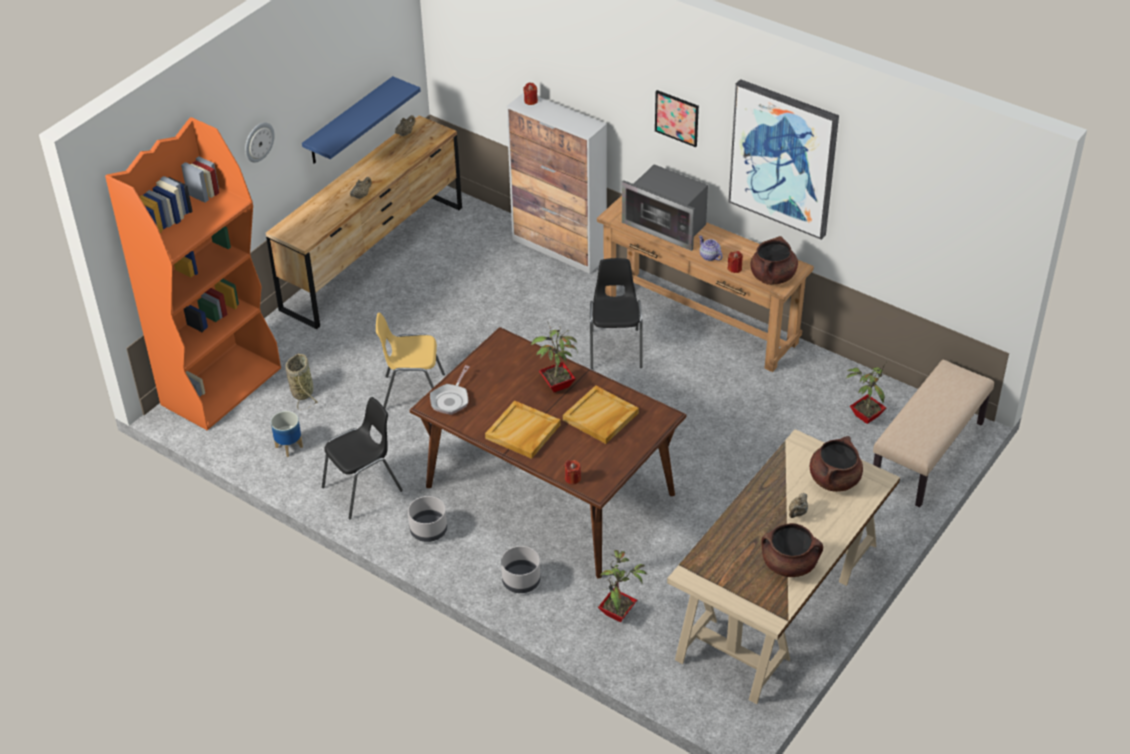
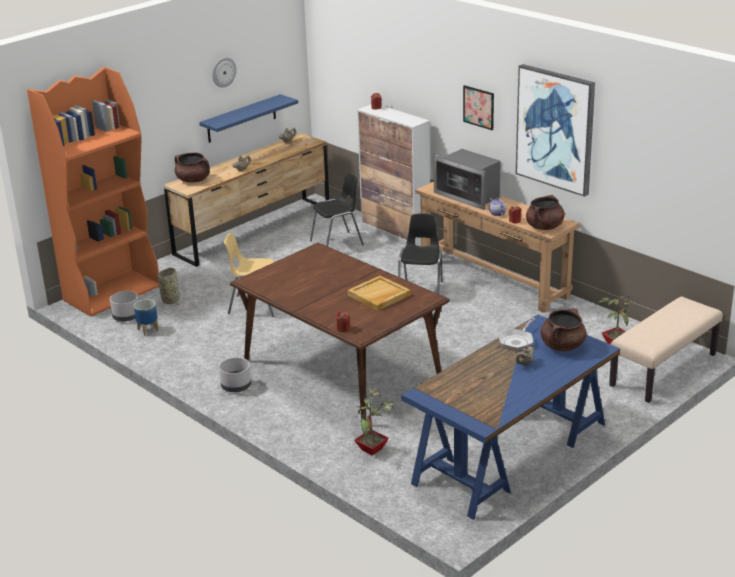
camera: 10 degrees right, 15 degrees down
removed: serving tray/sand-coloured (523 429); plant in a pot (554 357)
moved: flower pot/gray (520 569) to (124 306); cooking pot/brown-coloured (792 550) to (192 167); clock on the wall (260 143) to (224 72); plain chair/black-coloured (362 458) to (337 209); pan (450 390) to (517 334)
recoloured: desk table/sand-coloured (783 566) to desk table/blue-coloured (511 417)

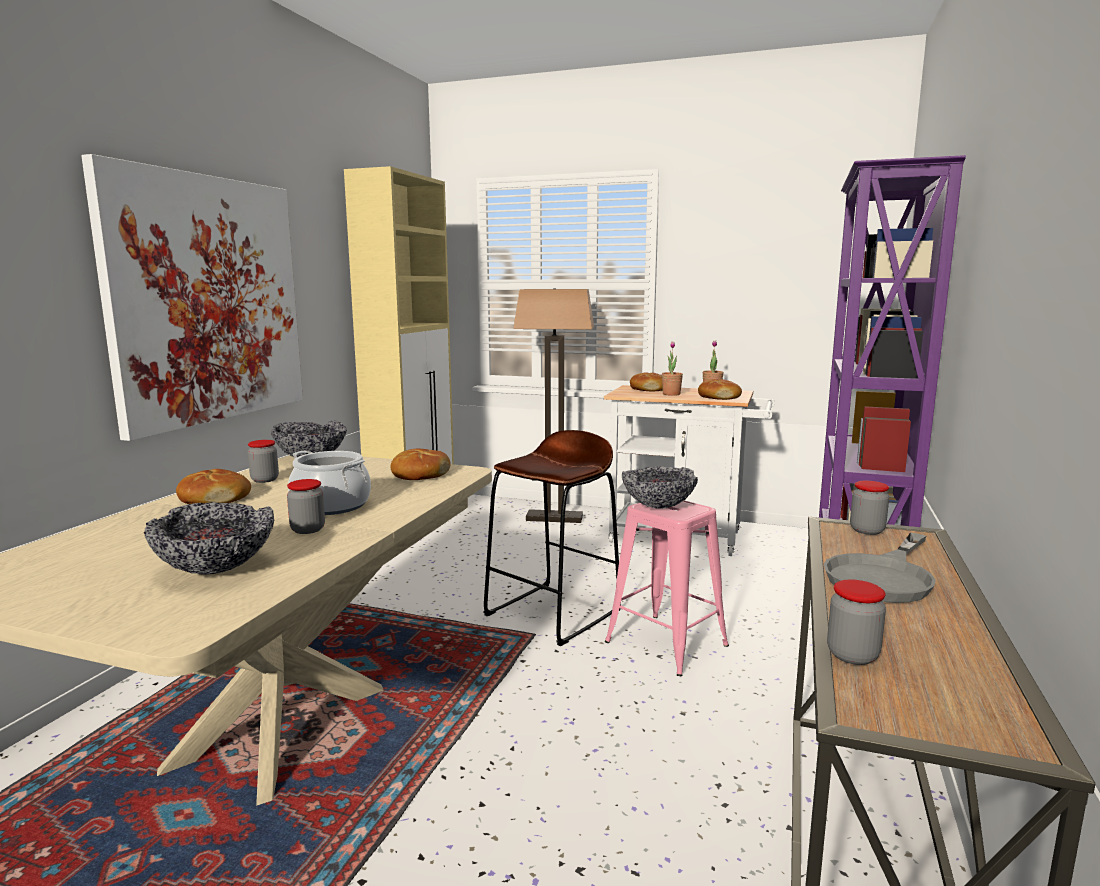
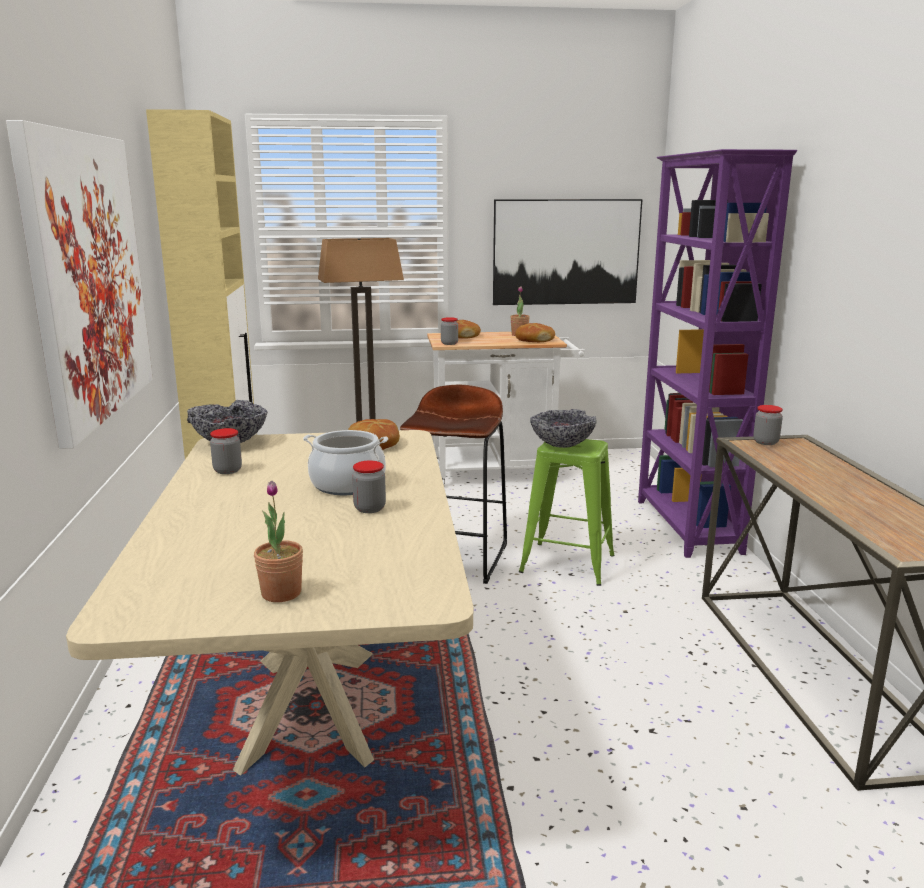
camera: 25 degrees left, 5 degrees up
removed: serving bowl (209 538); bread (213 486); pan/gray (880 568)
added: wall picture (567 252)
moved: plant in a pot (672 368) to (278 541); preserve jar (856 622) to (449 331)
recoloured: stool/pink-coloured (667 588) to stool/greenish (567 512)

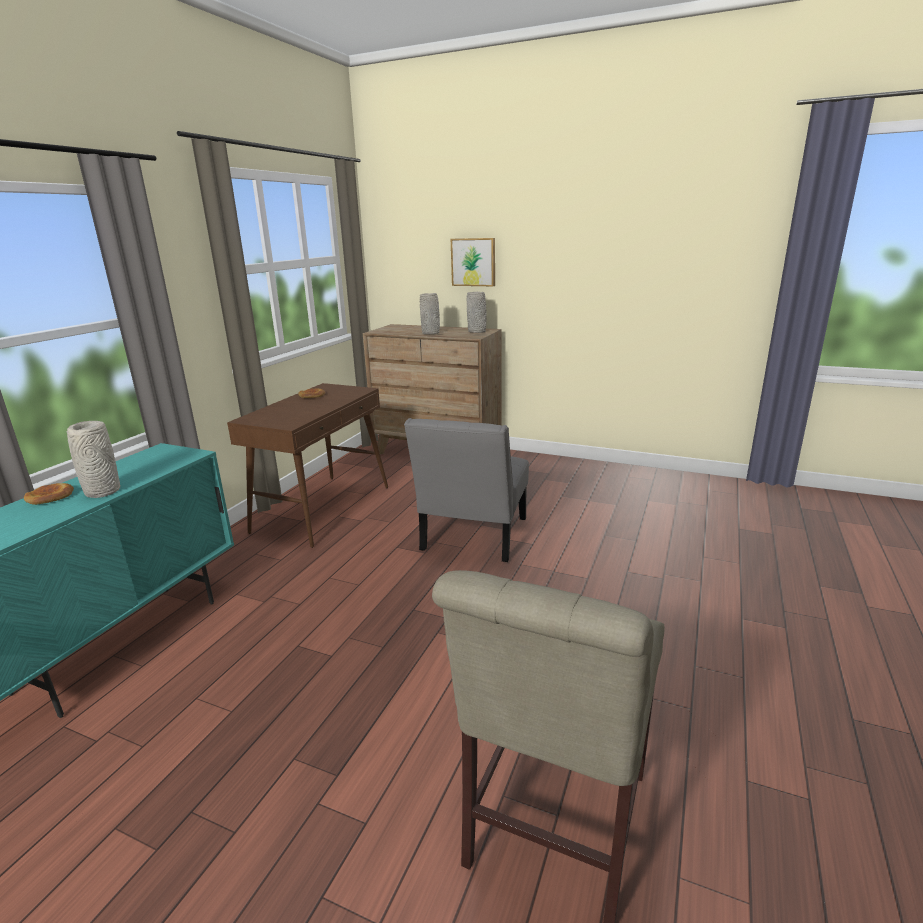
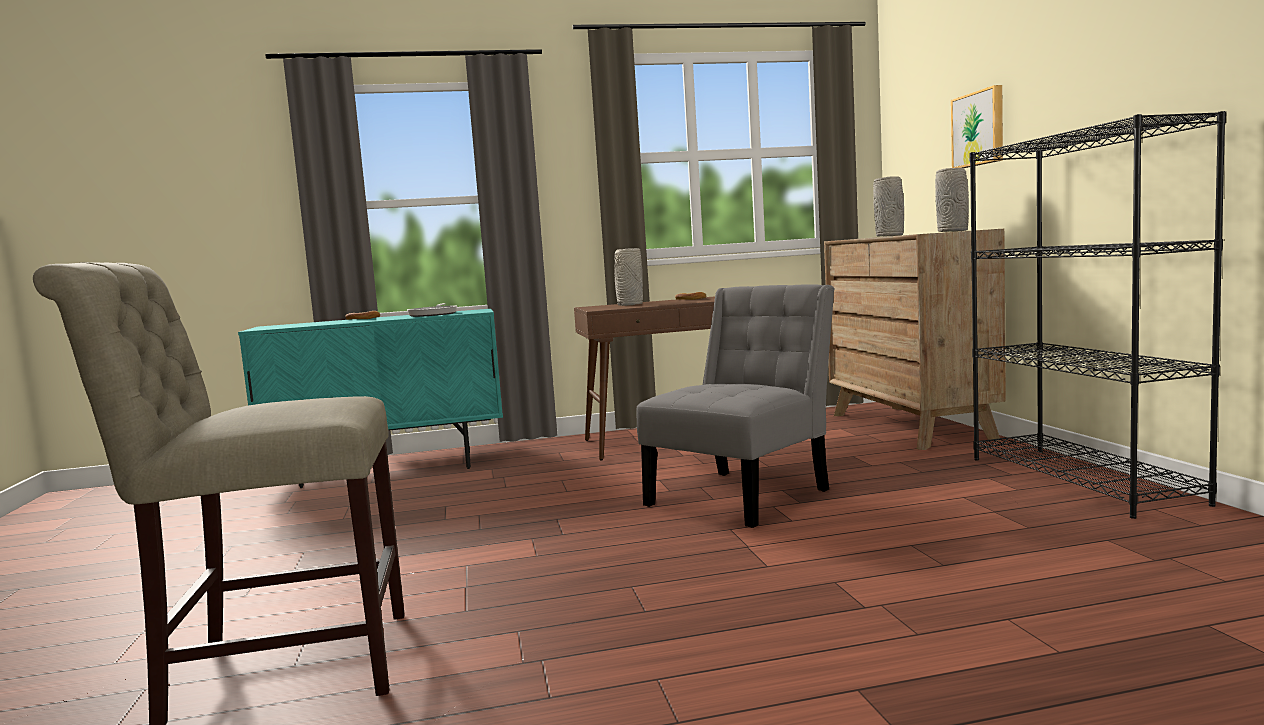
camera: 55 degrees right, 15 degrees down
added: pan (432 310); bookshelf/black-coloured (1097 315)
moved: flower vase/gray (93 459) to (628 277)
turned: plain chair/gray (466 490) = (736 406) 150 degrees clockwise

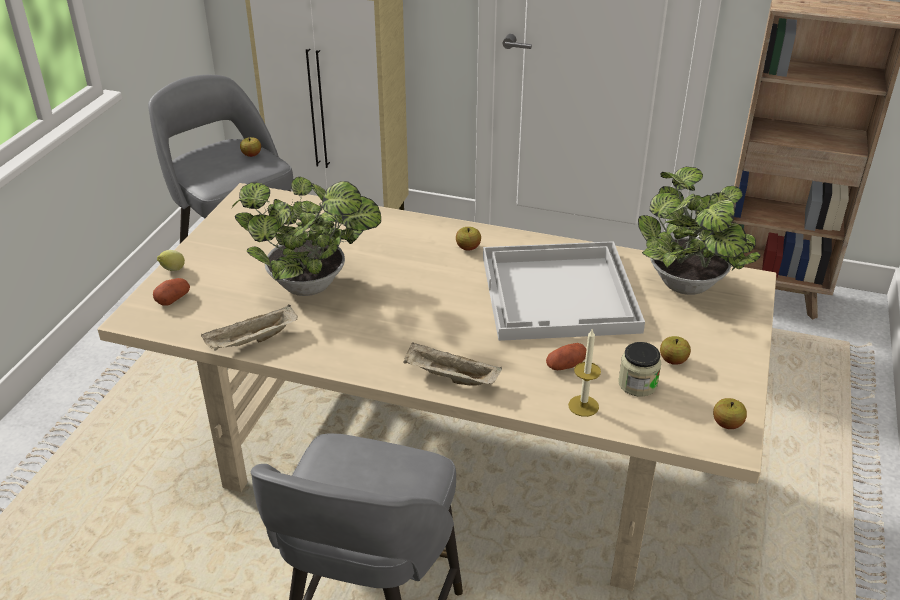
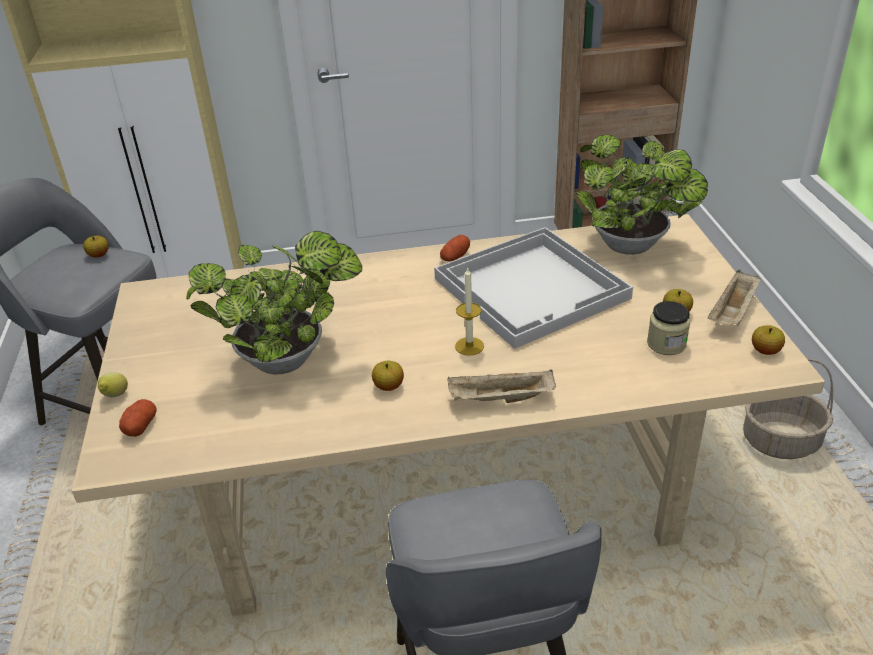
camera: 25 degrees left, 0 degrees up
added: storage basket (788 408)
moved: apple (468 239) to (388 376); whole potato (566 356) to (455 248); wax candle (584 373) to (469 312); serving tray/sand-coloured (249 328) to (734 298)

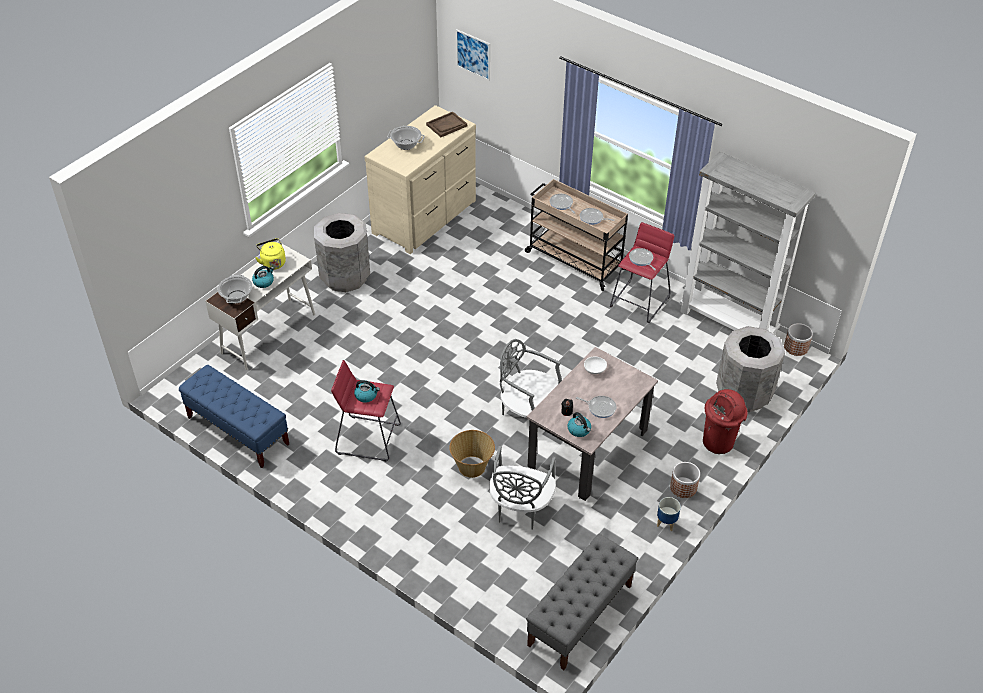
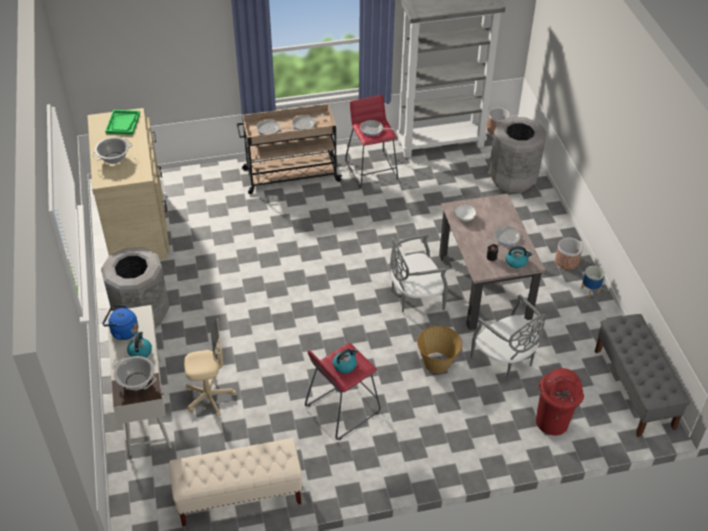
camera: 50 degrees left, 0 degrees up
removed: wall picture (473 55)
added: computer chair/sand-coloured (210 368)
moved: waste bin/red (725 421) to (560 402)
recoloured: kettle/yellowish (270 254) to kettle/blue-coloured (120 322); serving tray/brown-coloured (446 124) to serving tray/greenish (122 122); long seat/blue-coloured (234 416) to long seat/sand-coloured (236 482)

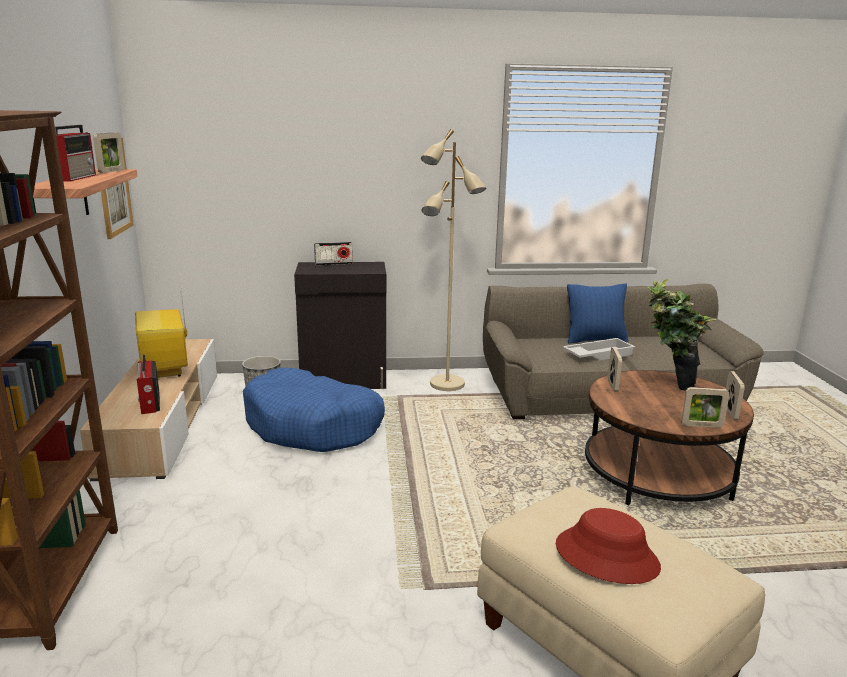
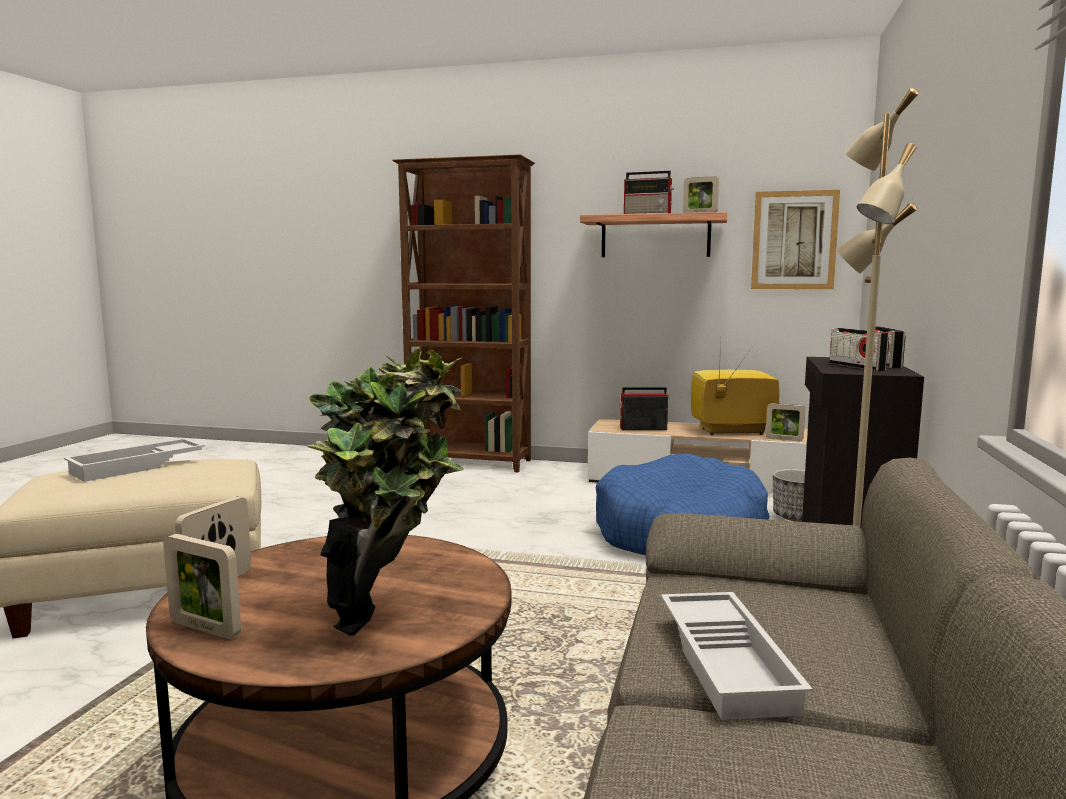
camera: 110 degrees right, 10 degrees down
removed: throw pillow/blue-coloured (598 313)
added: radio (859 349)
moved: picture frame (615 369) to (785 422)
replaced: wearable hat/red (608 546) to serving tray/whitish (134 460)

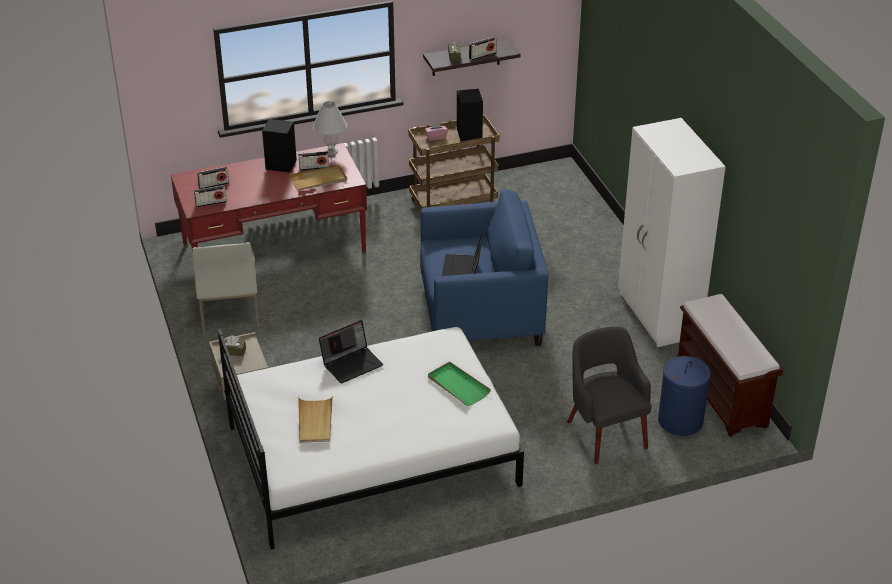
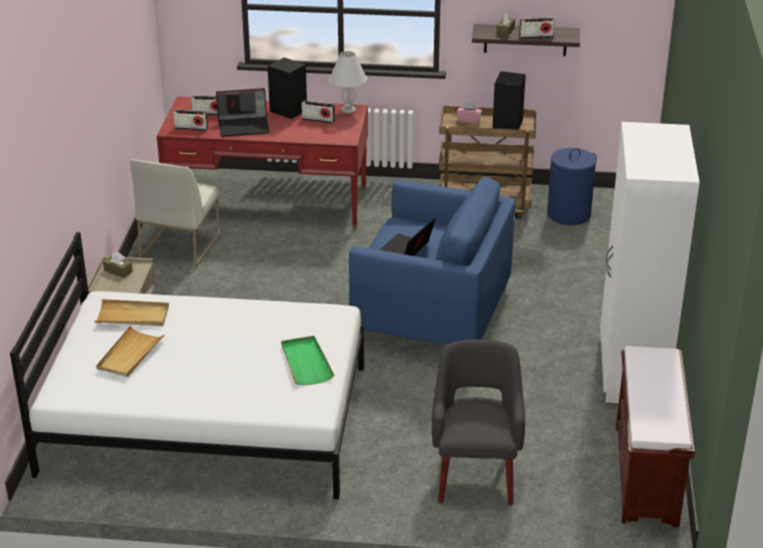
camera: 25 degrees right, 5 degrees down
moved: serving tray/sand-coloured (318 178) to (131 312); notebook computer (351 352) to (243 112); hamper/blue-coloured (684 396) to (572 186)

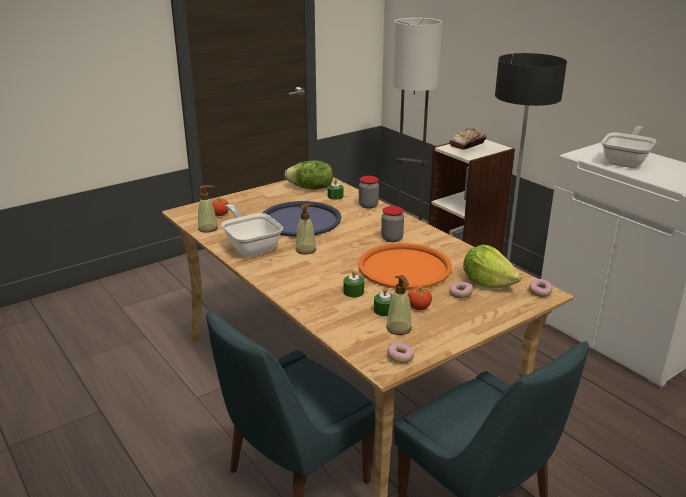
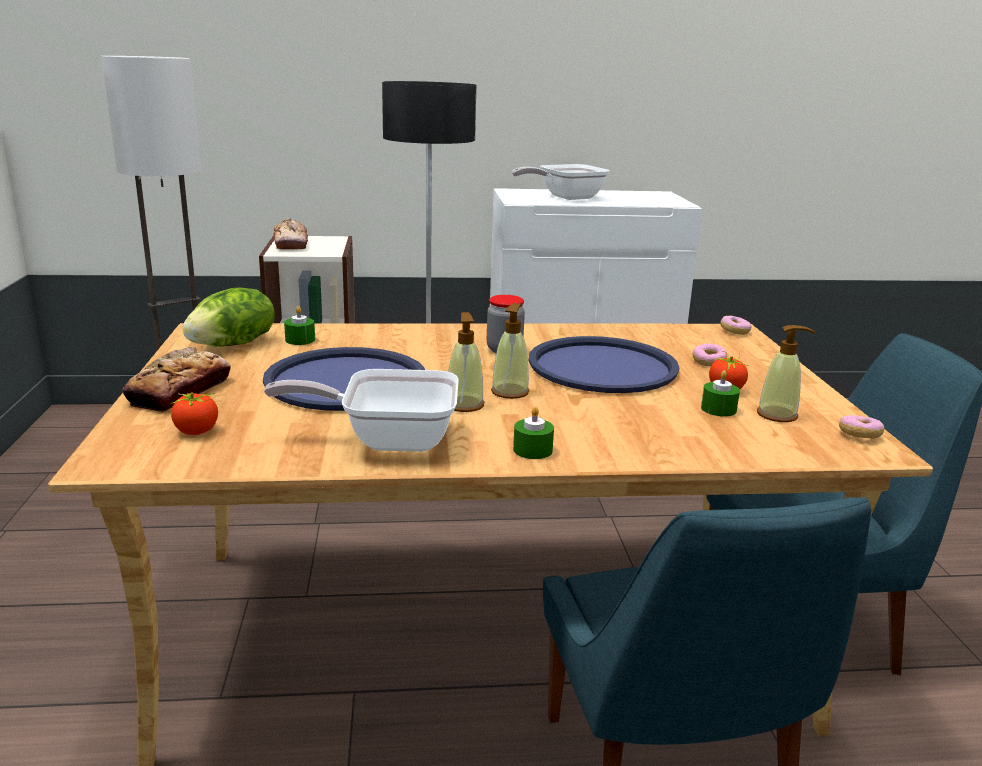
camera: 60 degrees left, 5 degrees down
removed: preserve jar (369 192); lettuce head (492 266)
added: bread (176 379)
moved: soap dispenser (208 209) to (510 351); wax candle/greenish (354 283) to (533 433)
recoloured: serving tray/orange-coloured (405 266) to serving tray/blue-coloured (604 364)
turned: pan (629 147) = (560 182) 90 degrees counterclockwise

